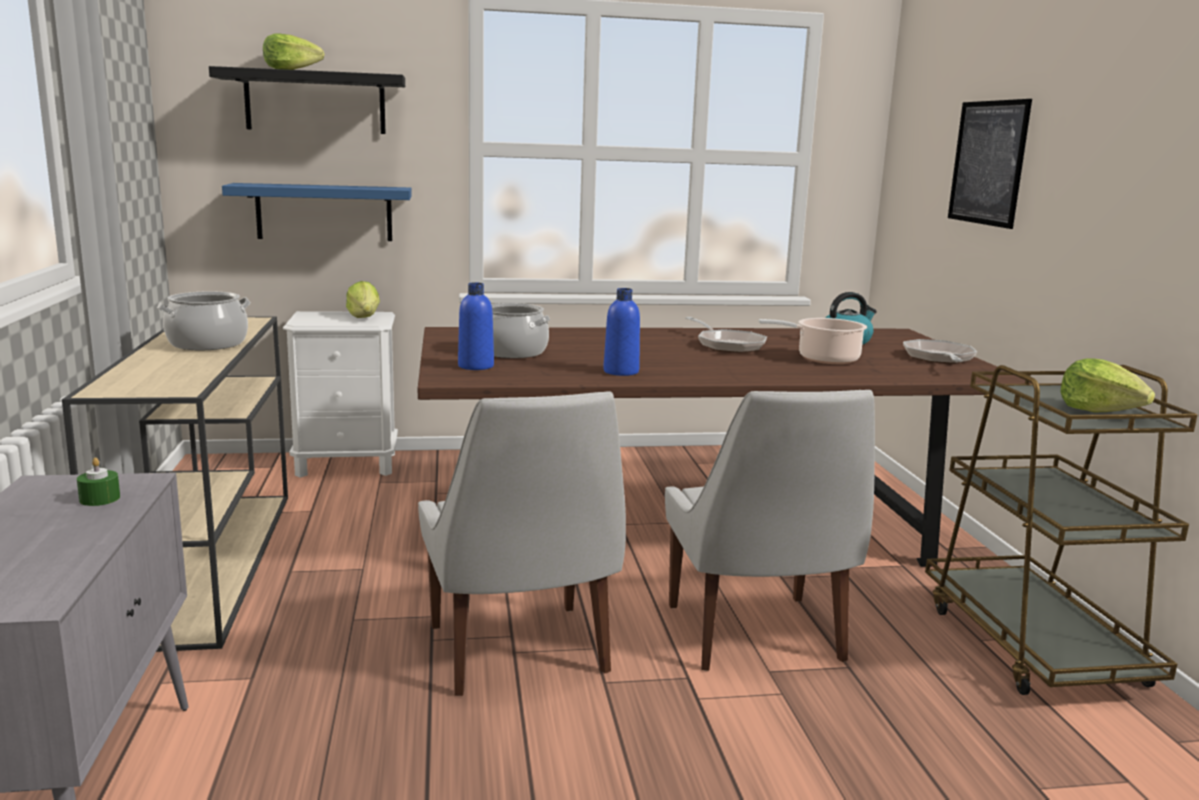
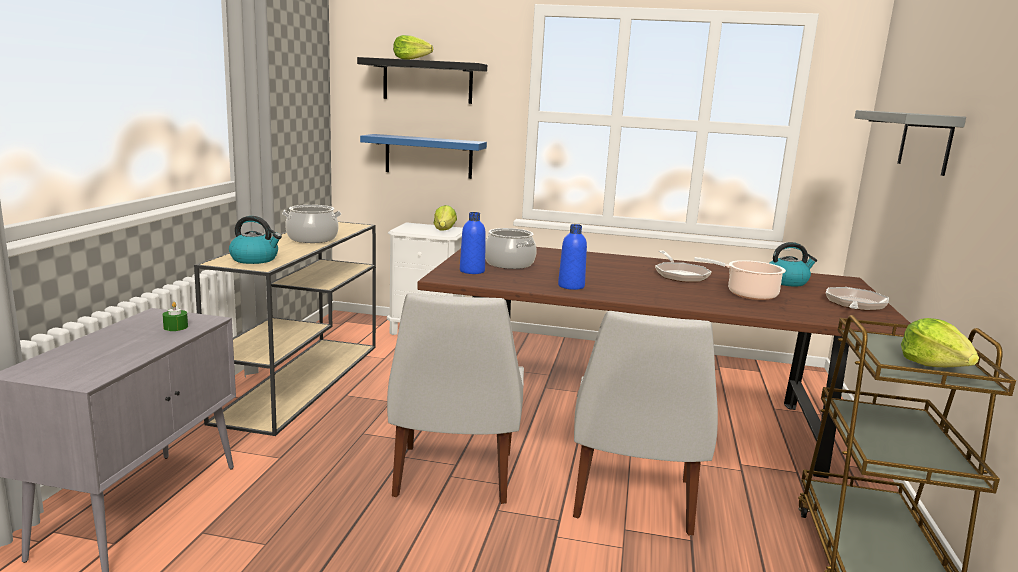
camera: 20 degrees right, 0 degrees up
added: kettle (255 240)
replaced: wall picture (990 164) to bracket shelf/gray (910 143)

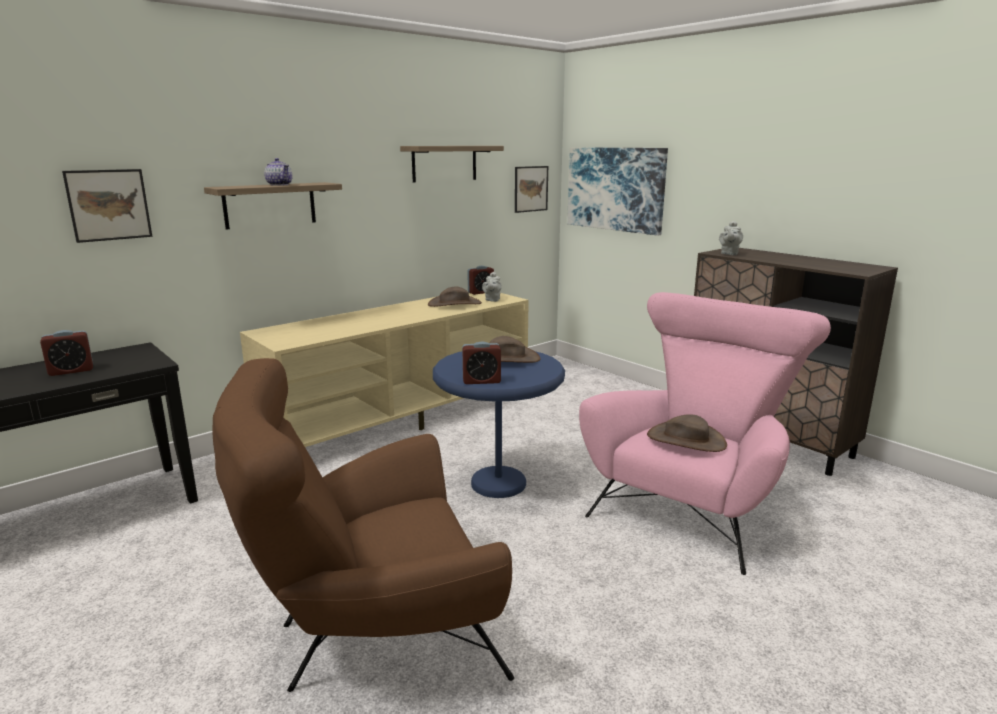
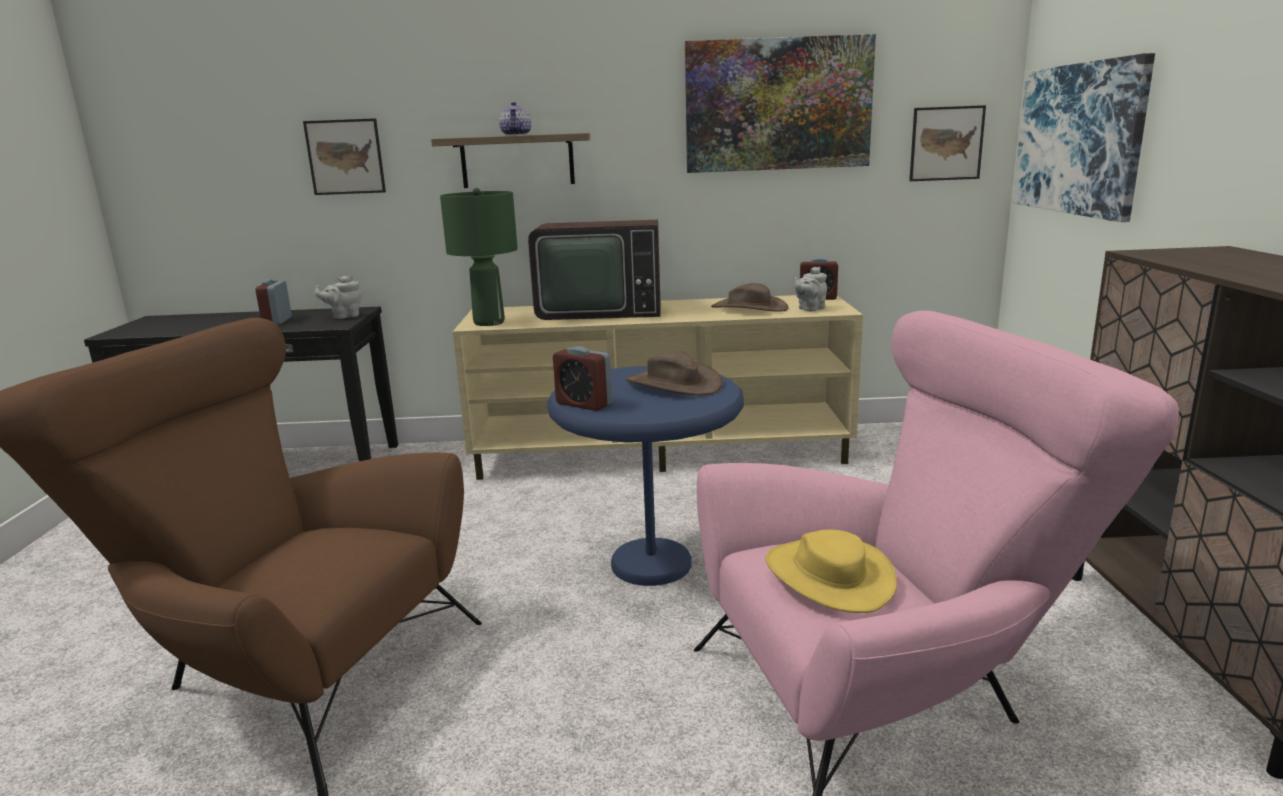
camera: 40 degrees right, 0 degrees up
added: table lamp/greenish (479 257); TV set (594 270)
moved: tea pot/gray (731 238) to (338 297)
replaced: bracket shelf (452 164) to wall picture (780 103)
recoloured: wearable hat/brown-coloured (687 433) to wearable hat/yellowish (831 571)
turned: bedside clock (66 353) = (273 302) 75 degrees clockwise

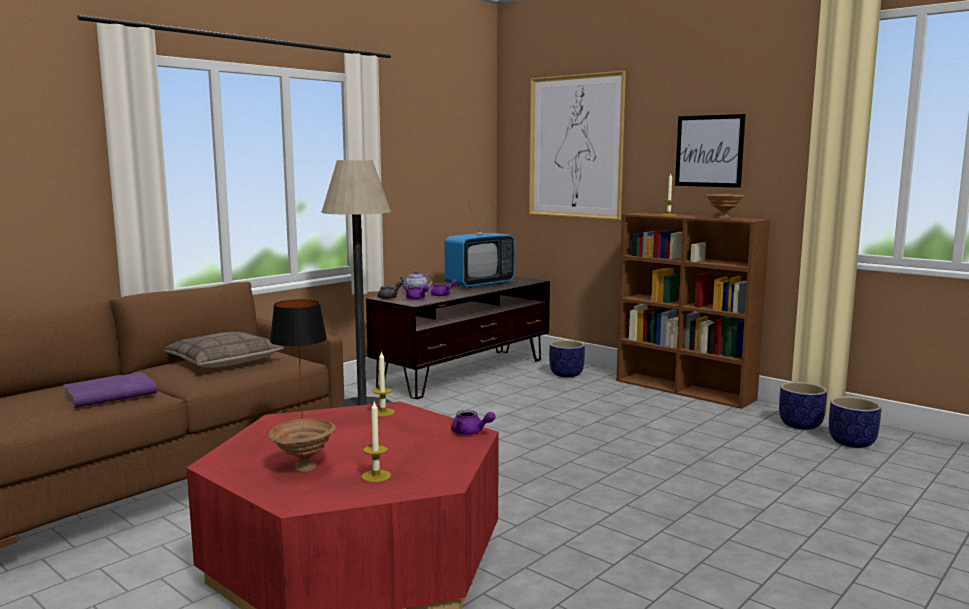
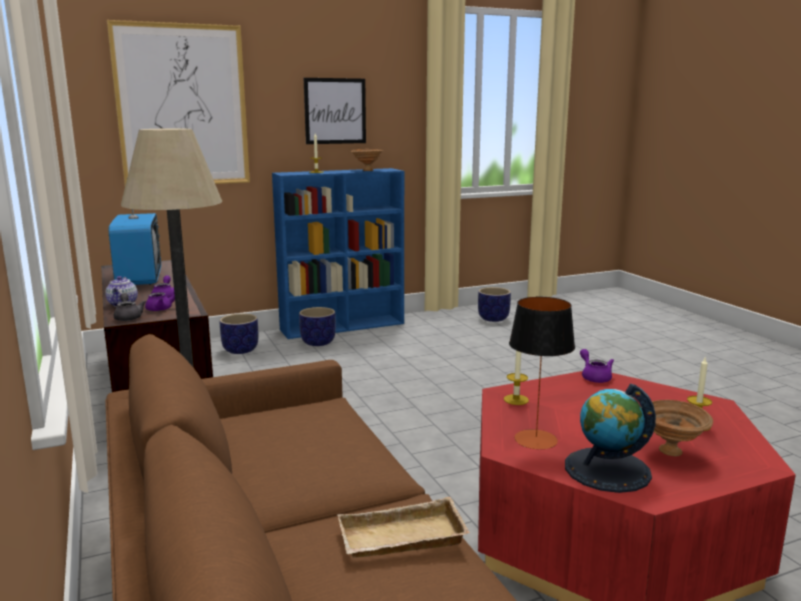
camera: 65 degrees left, 5 degrees up
removed: throw pillow (224 350)
added: world globe (610 438)
moved: flower pot (803 406) to (317 326)
replaced: book/purple-coloured (110 390) to serving tray/sand-coloured (403 527)
recoloured: bookshelf/brown-coloured (693 310) to bookshelf/blue-coloured (338 253)
turned: tea pot/purple-coloured (473 422) = (597 366) 75 degrees counterclockwise

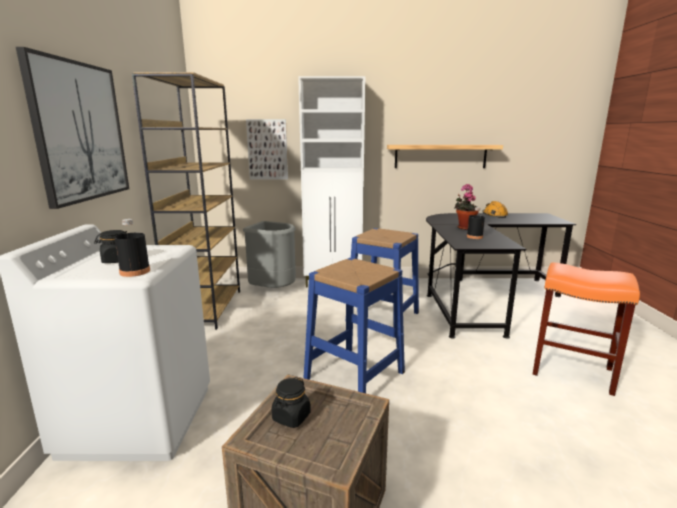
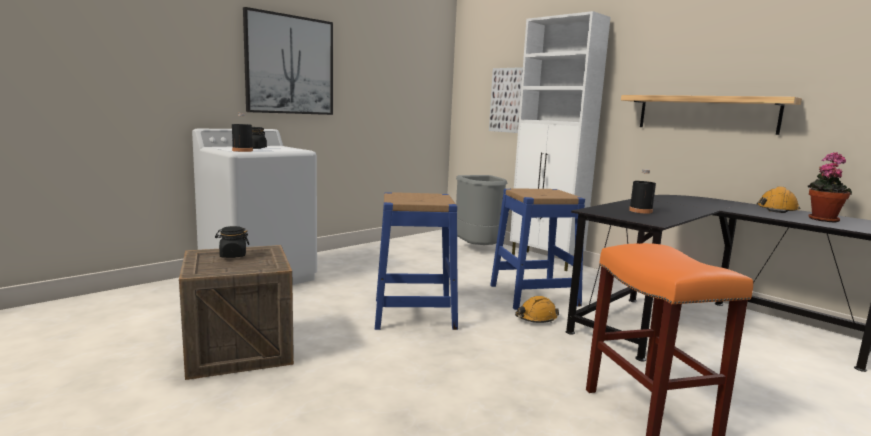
camera: 45 degrees right, 5 degrees down
removed: bookshelf/brown-coloured (186 201)
added: safety helmet/orange-coloured (537 309)
moved: plant in a pot (466 207) to (830 187)

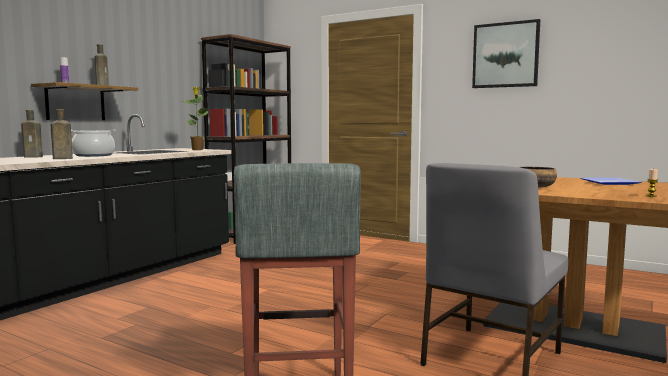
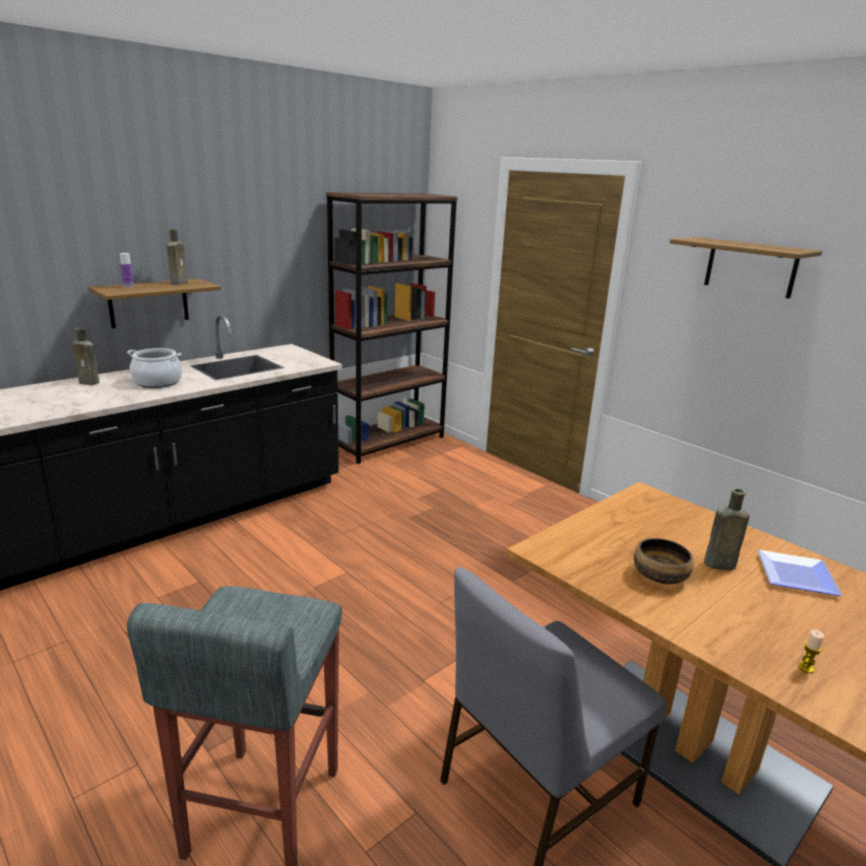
camera: 15 degrees right, 15 degrees up
removed: plant in a pot (195 118)
moved: drink bottle/brown-coloured (62 134) to (726 529)
replaced: wall picture (506 53) to bracket shelf (746 268)

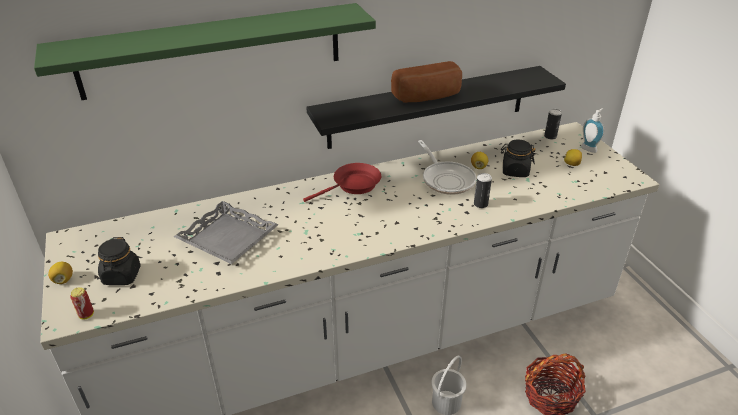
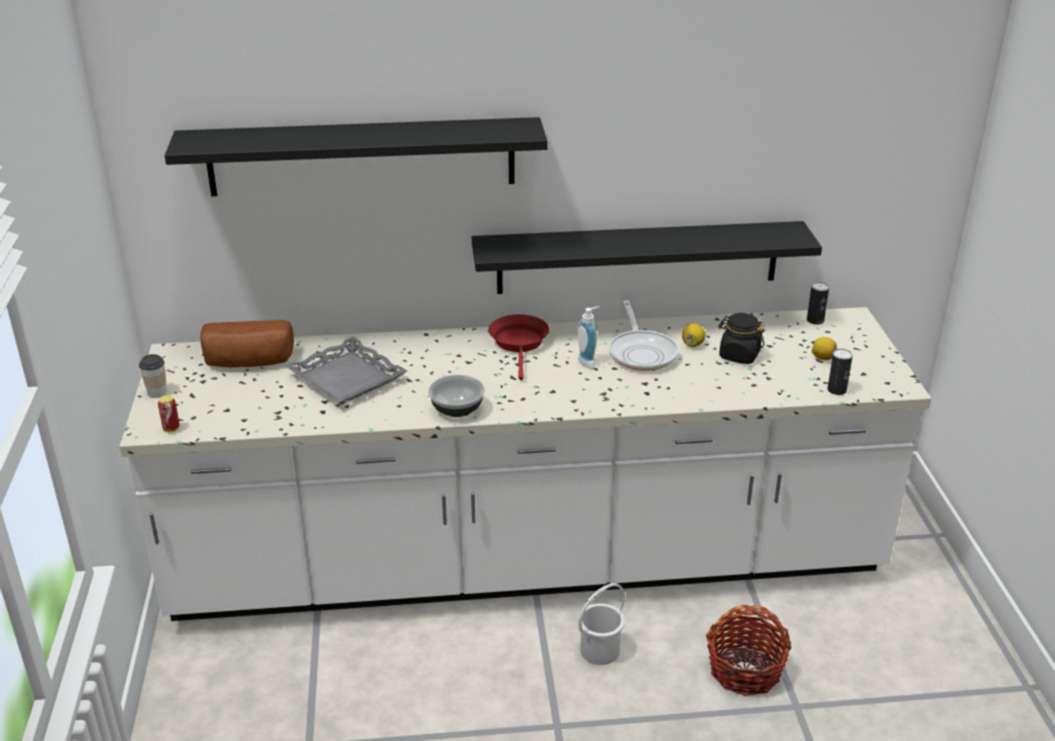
camera: 15 degrees right, 5 degrees down
removed: preserve jar/black-coloured (119 261)
added: serving bowl (456 396)
moved: bread (426 82) to (247 343); soap dispenser (592 130) to (589 337); sealed can (483 190) to (840 372)
replaced: lemon (60 273) to drinking cup (153 376)
recoloured: bracket shelf/greenish (205 51) to bracket shelf/black-coloured (356 156)
turned: pan/red (342 182) = (518 347) 75 degrees counterclockwise

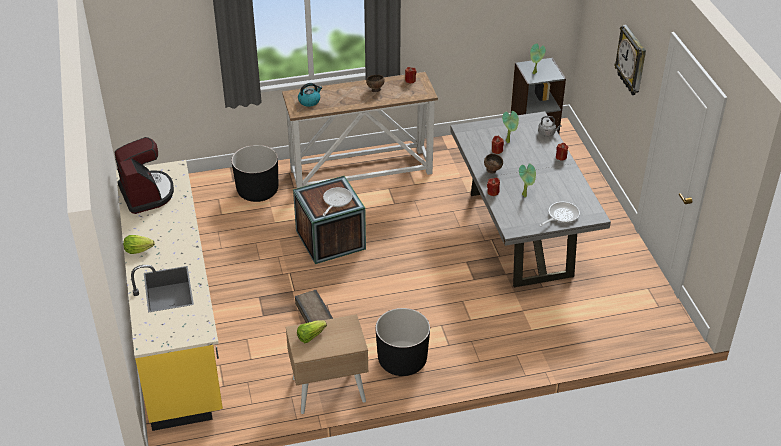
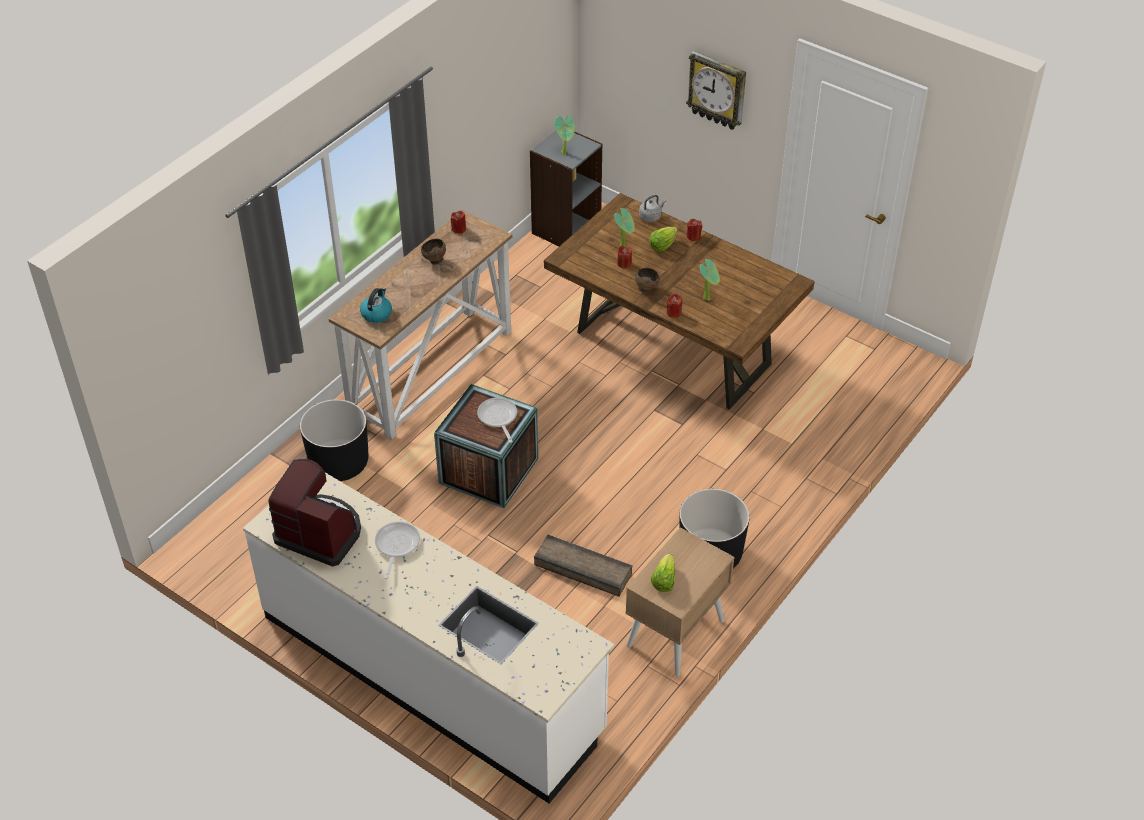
camera: 40 degrees left, 5 degrees up
moved: pan (559 214) to (397 550); lettuce head (139 244) to (663 239)
recoloured: kitchen counter/yellowish (169 295) to kitchen counter/whitish (428 638); dining table/gray (530 199) to dining table/brown-coloured (679 301)

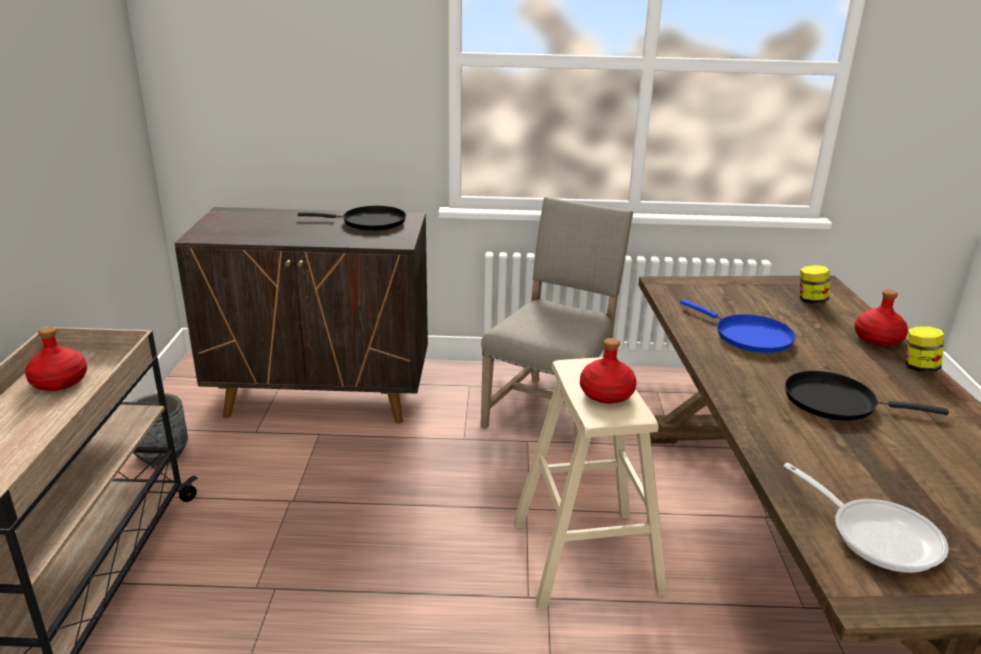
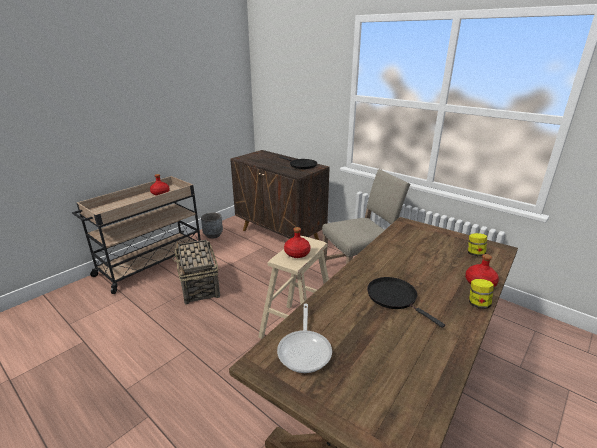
camera: 40 degrees right, 0 degrees up
removed: pan/blue-coloured (738 326)
added: storage basket (196 272)

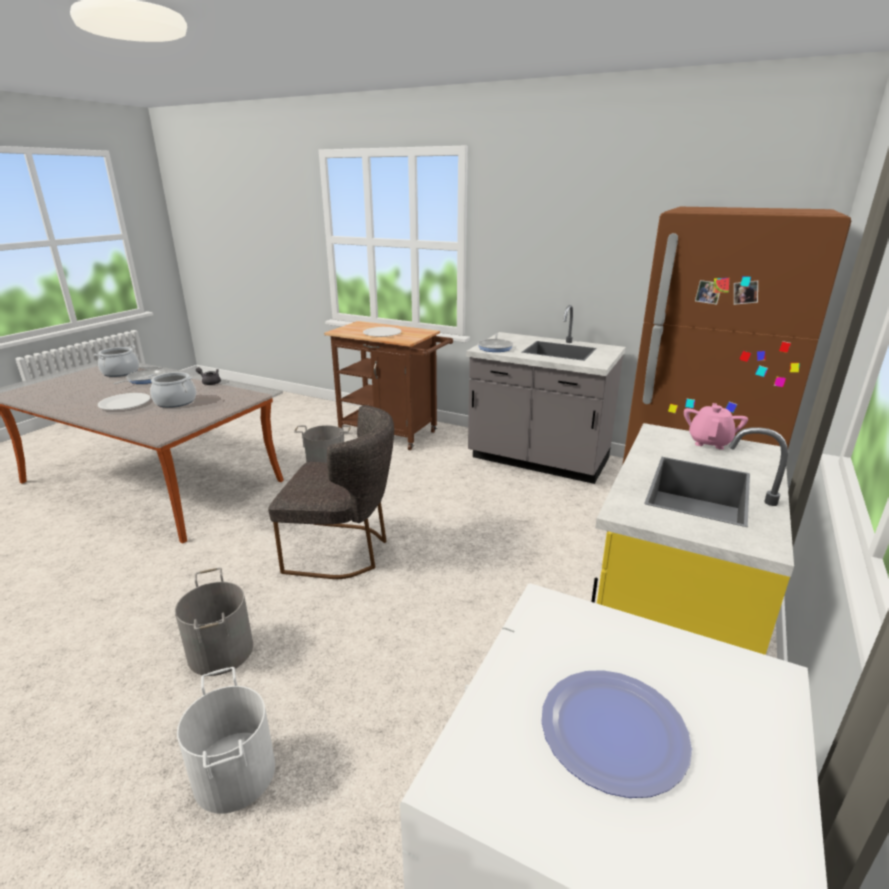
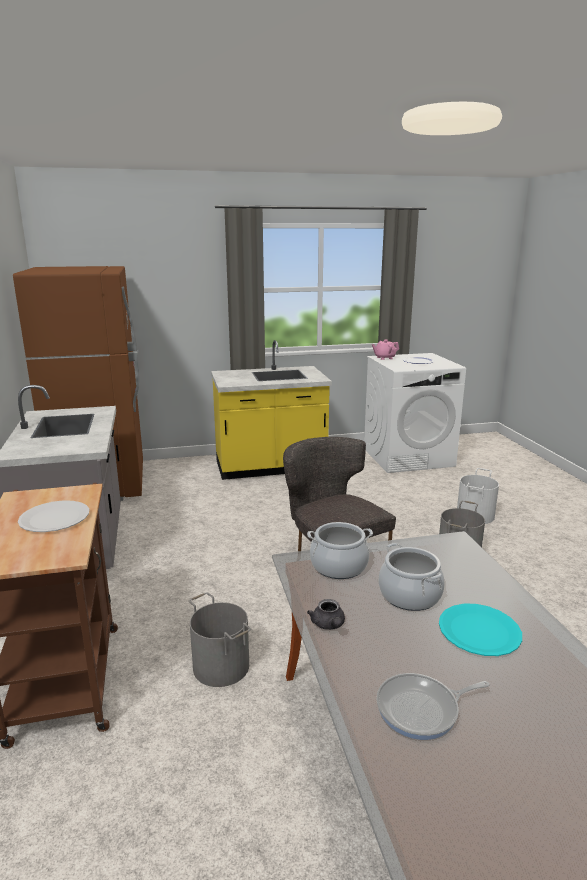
camera: 130 degrees left, 5 degrees down
removed: pan (495 342)
moved: cooking pot (116 361) to (340 550); tea pot/pink-coloured (716 426) to (385 350)
recoloured: flat dish/whitish (124 401) to flat dish/turquoise (480 630)

